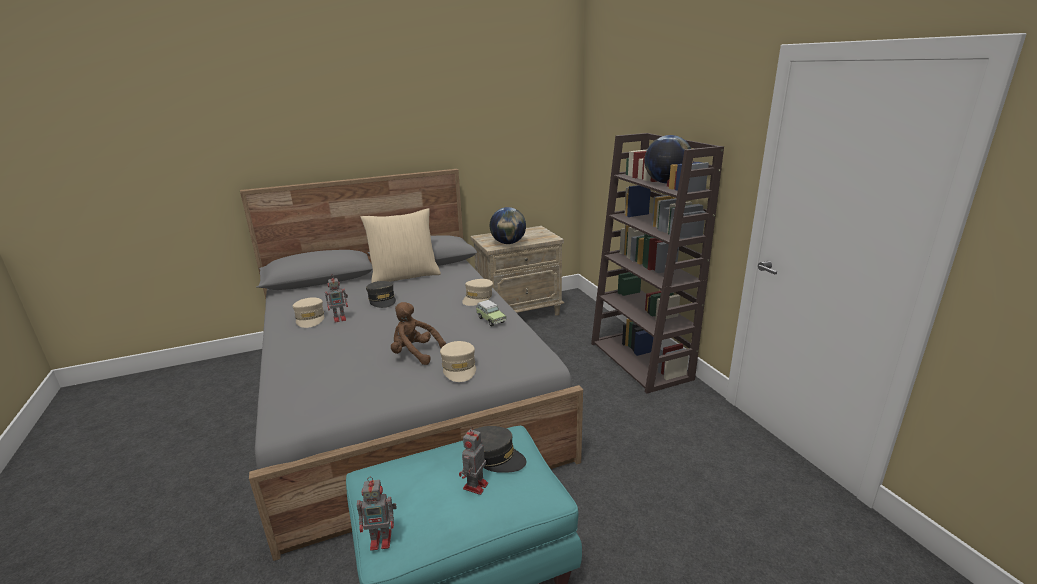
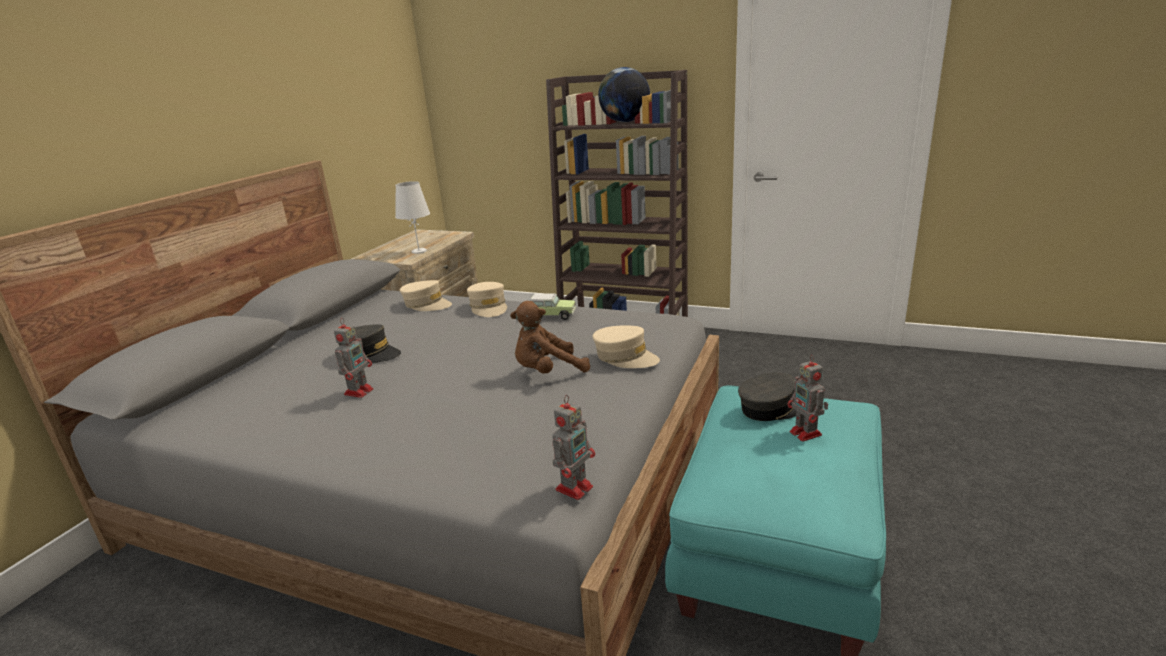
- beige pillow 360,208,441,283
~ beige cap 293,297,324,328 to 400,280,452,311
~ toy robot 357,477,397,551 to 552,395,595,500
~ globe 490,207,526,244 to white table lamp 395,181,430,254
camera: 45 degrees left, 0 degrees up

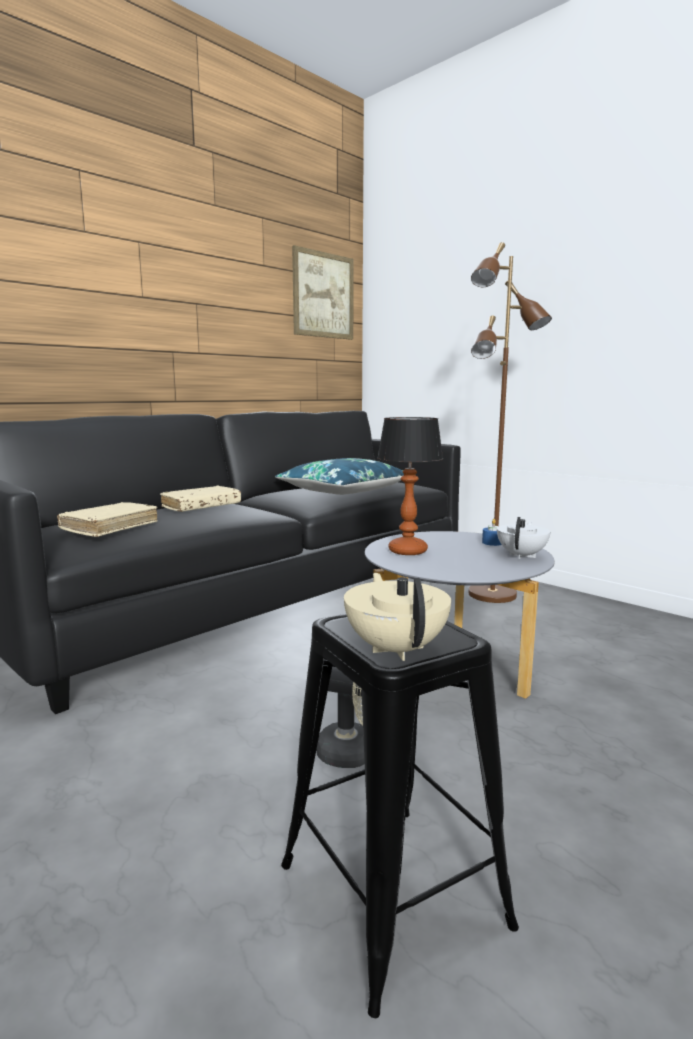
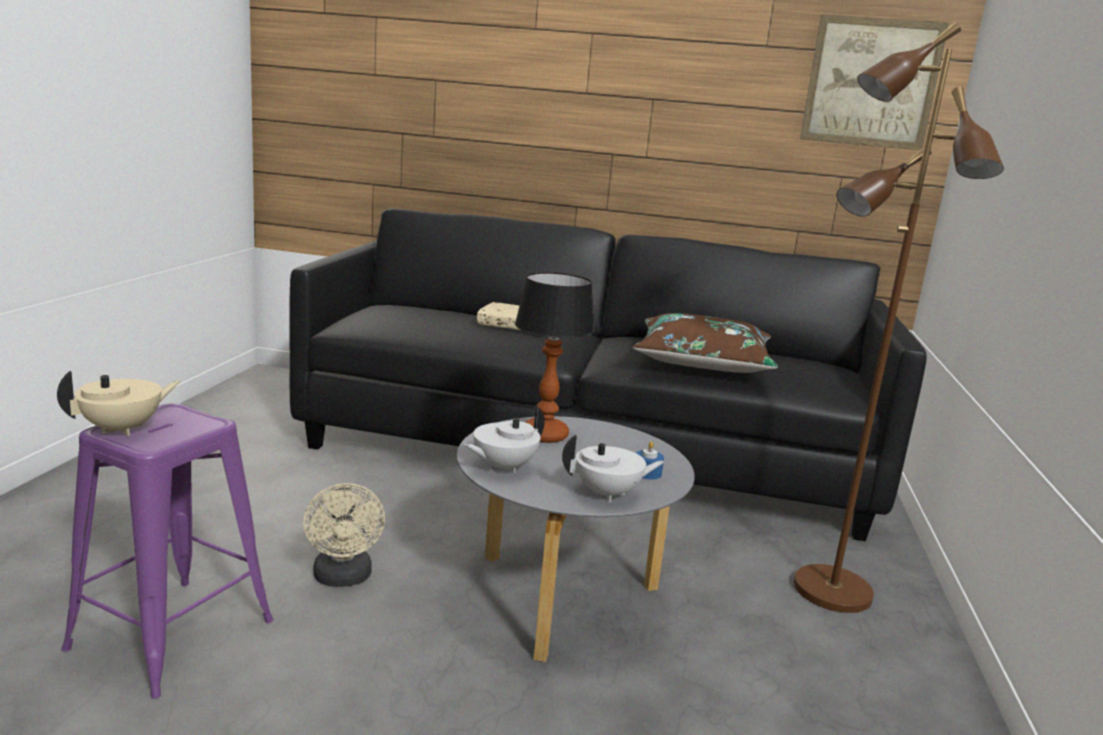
- beige book 57,502,158,537
+ white teapot 463,406,545,473
~ blue pillow 275,458,404,495 to brown pillow 632,313,778,373
~ black stool 281,614,519,1018 to purple stool 61,404,273,699
camera: 55 degrees right, 5 degrees up

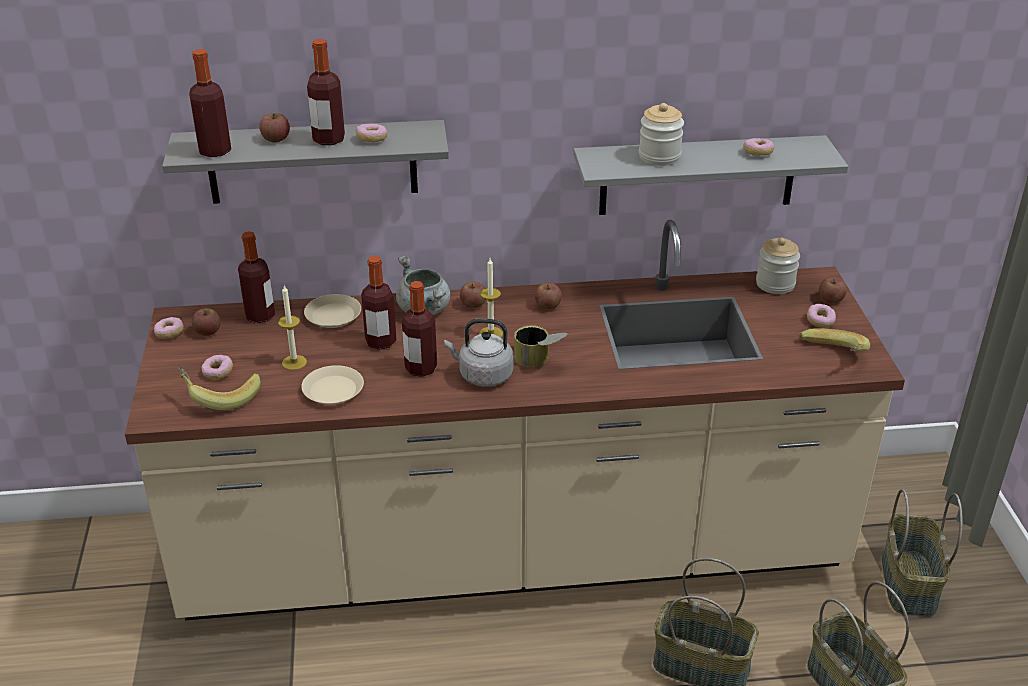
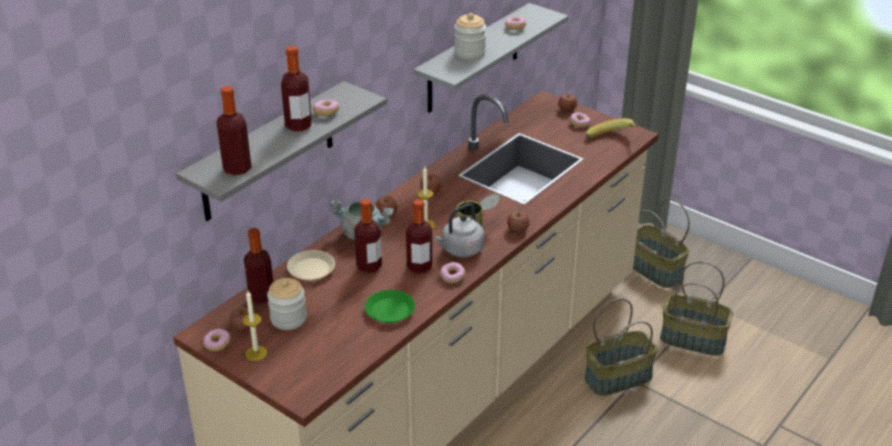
- banana 178,366,261,410
~ donut 201,355,233,380 to 440,262,465,283
~ apple 259,113,290,142 to 507,211,529,233
~ candle 278,286,307,370 to 242,291,267,361
~ jar 756,238,800,294 to 267,278,307,330
~ beige plate 301,365,364,405 to green plate 365,290,415,323
camera: 45 degrees left, 0 degrees up

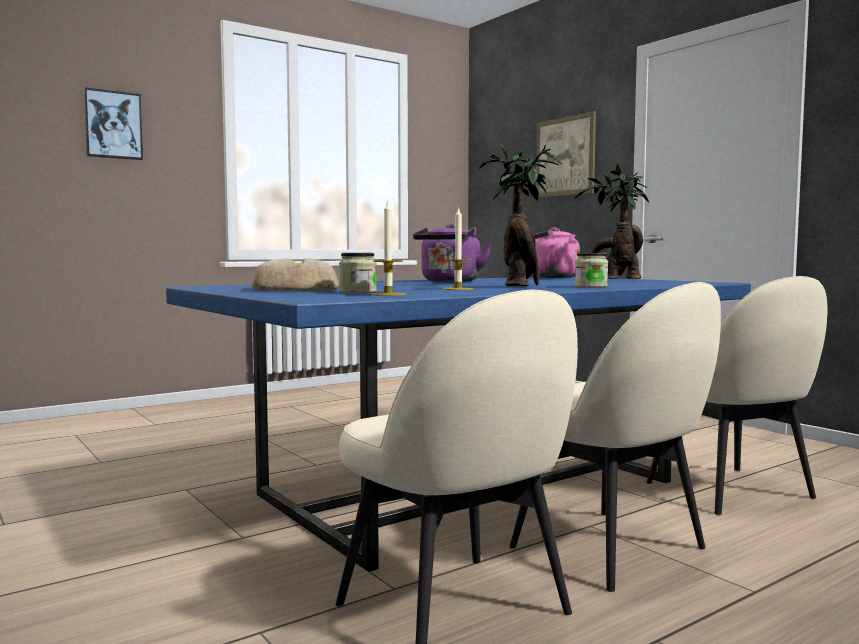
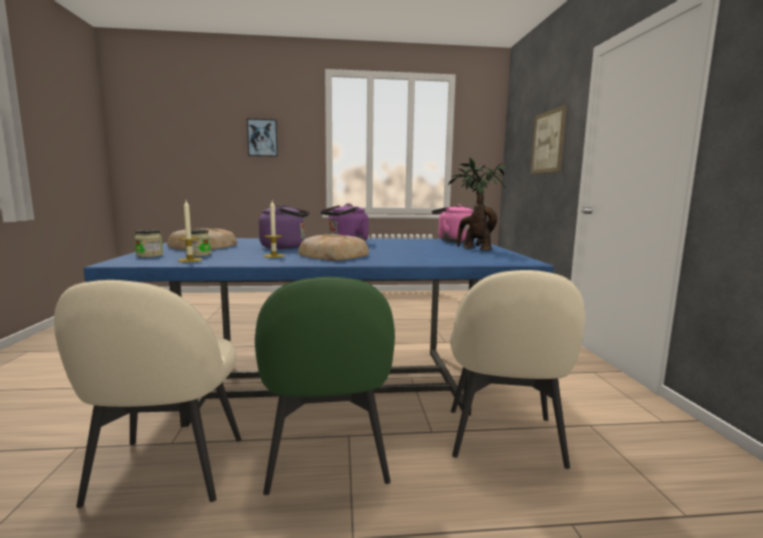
+ purple kettle 259,204,309,249
~ jar 575,253,608,288 to 135,230,163,257
~ potted plant 479,144,562,286 to bread 298,234,369,261
~ beige chair 509,282,721,592 to green chair 255,277,395,495
camera: 30 degrees right, 5 degrees up

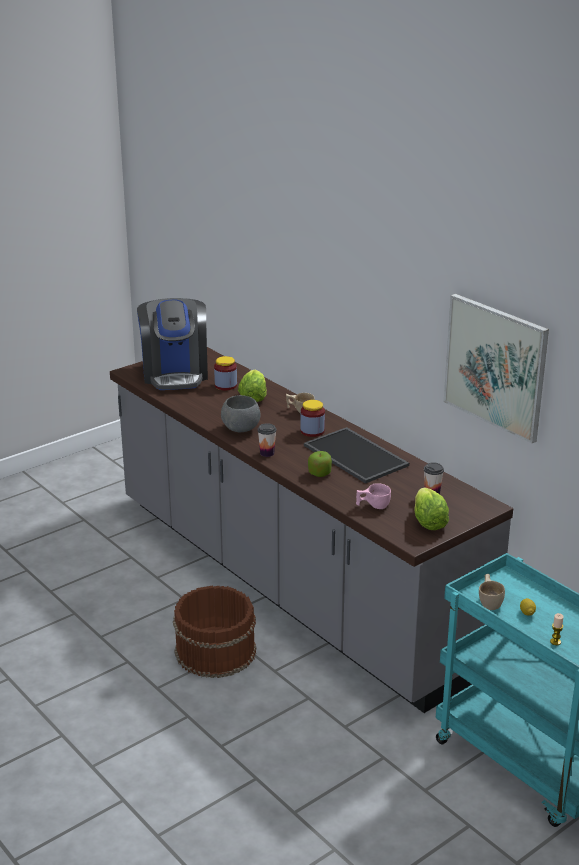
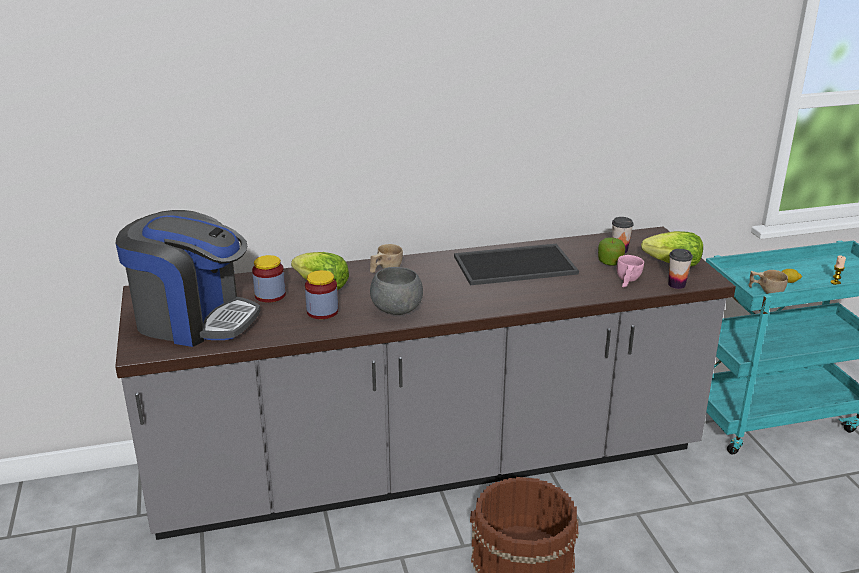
- picture 444,294,549,443
~ cup 258,423,277,457 to 668,249,693,289
~ jar 301,400,325,437 to 305,270,338,319
~ apple 308,451,332,477 to 598,237,625,266
camera: 65 degrees left, 0 degrees up

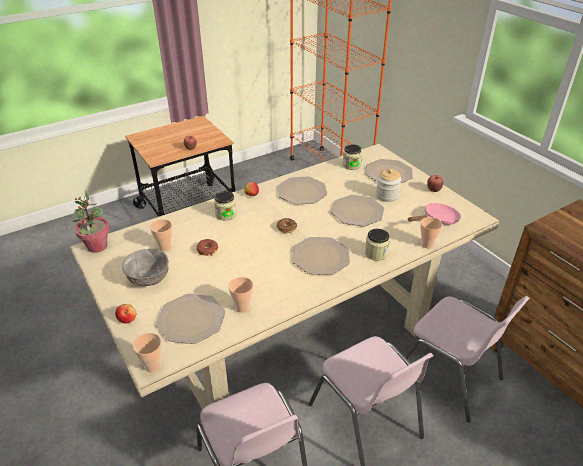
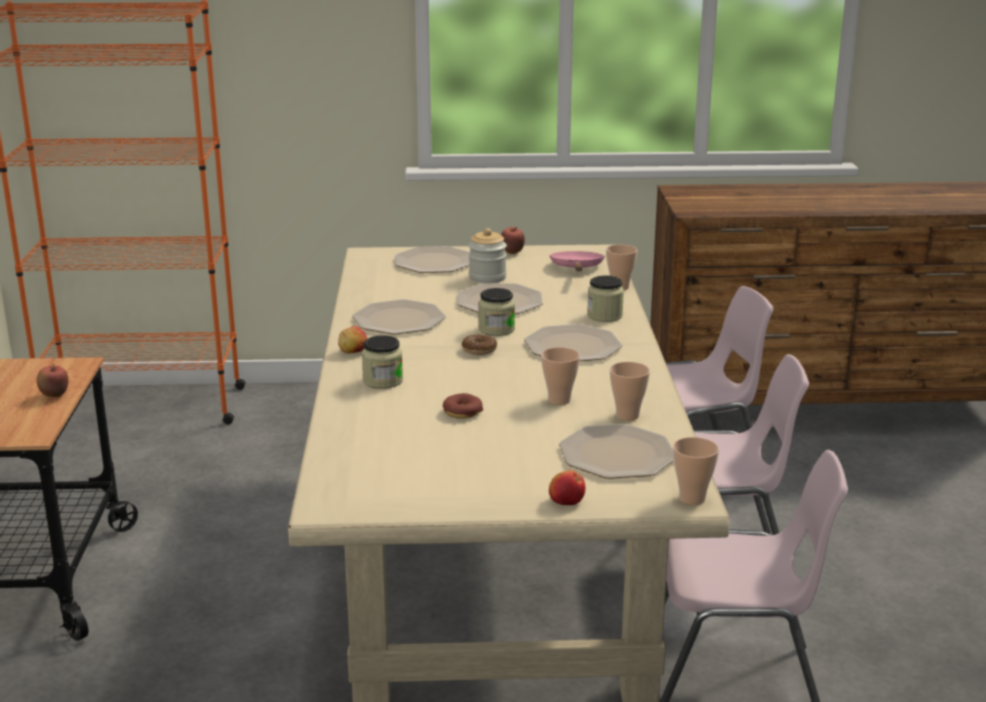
- potted plant 72,191,110,253
- grey bowl 122,249,169,286
~ cup 150,219,172,251 to 541,347,580,405
~ jar 343,144,362,170 to 478,288,515,336
camera: 60 degrees left, 15 degrees down

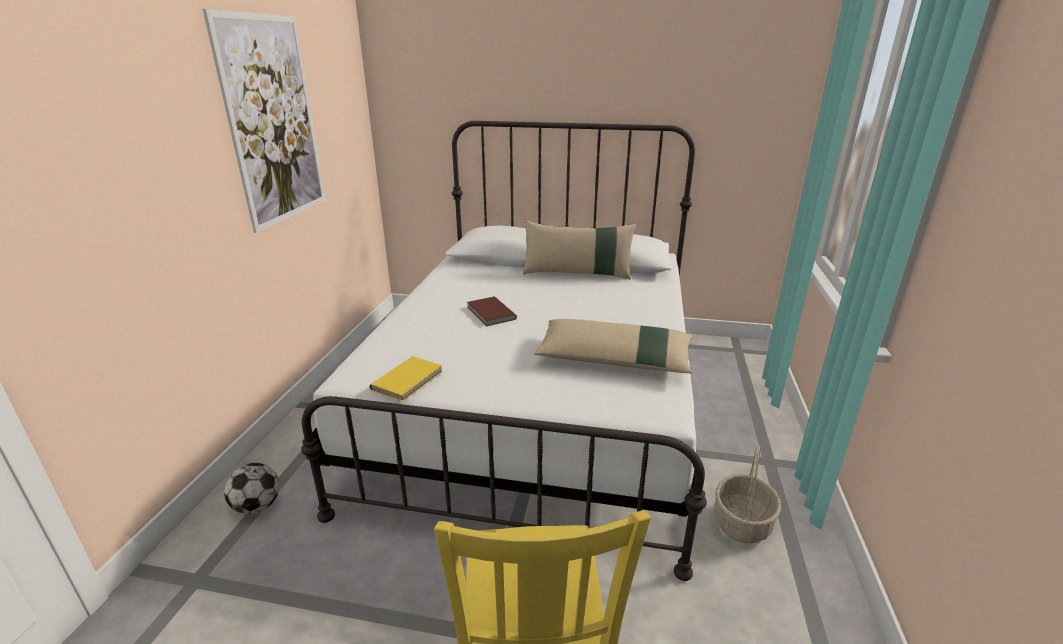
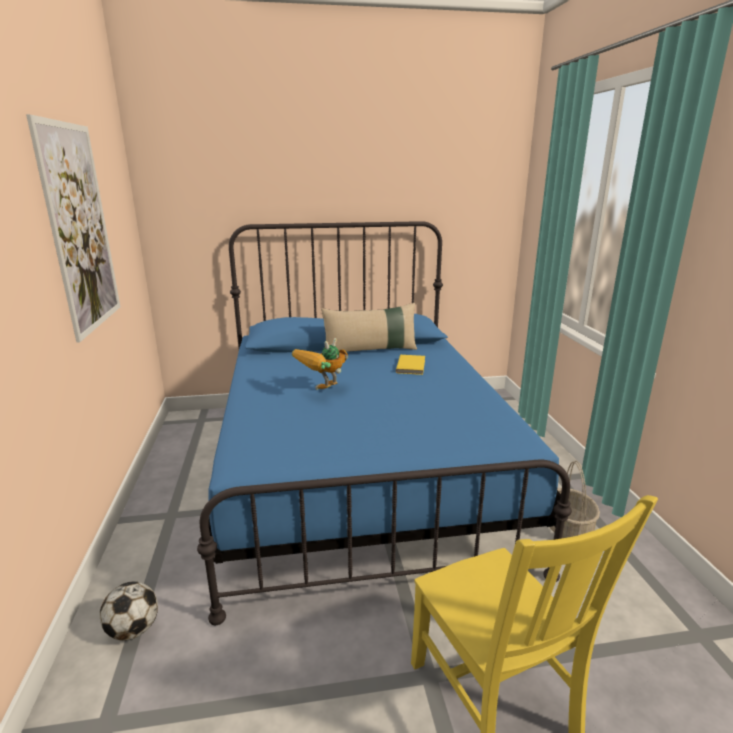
- beige pillow 534,319,693,373
~ yellow book 370,356,443,402 to 396,355,425,375
~ brown book 467,296,517,326 to toy robot 292,338,348,390
~ white bed 301,121,707,581 to blue bed 197,221,572,625
camera: 20 degrees left, 5 degrees down

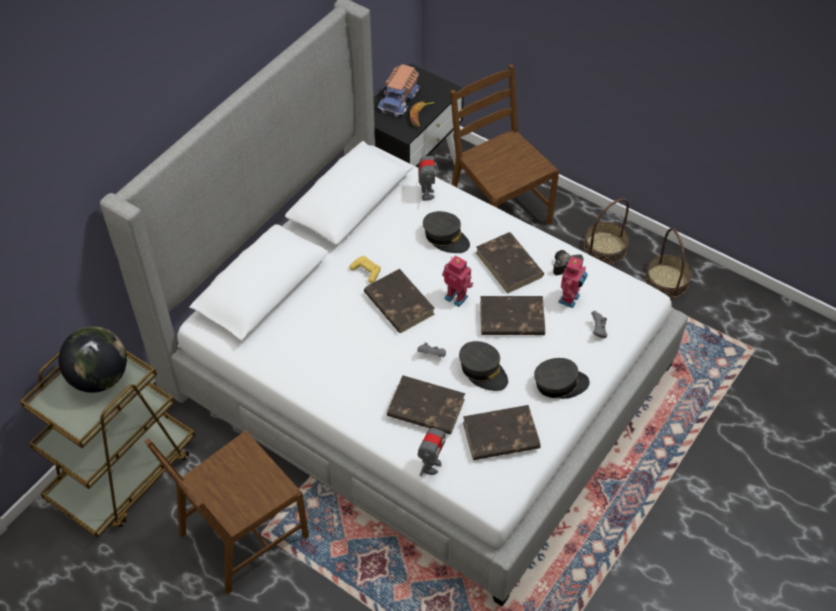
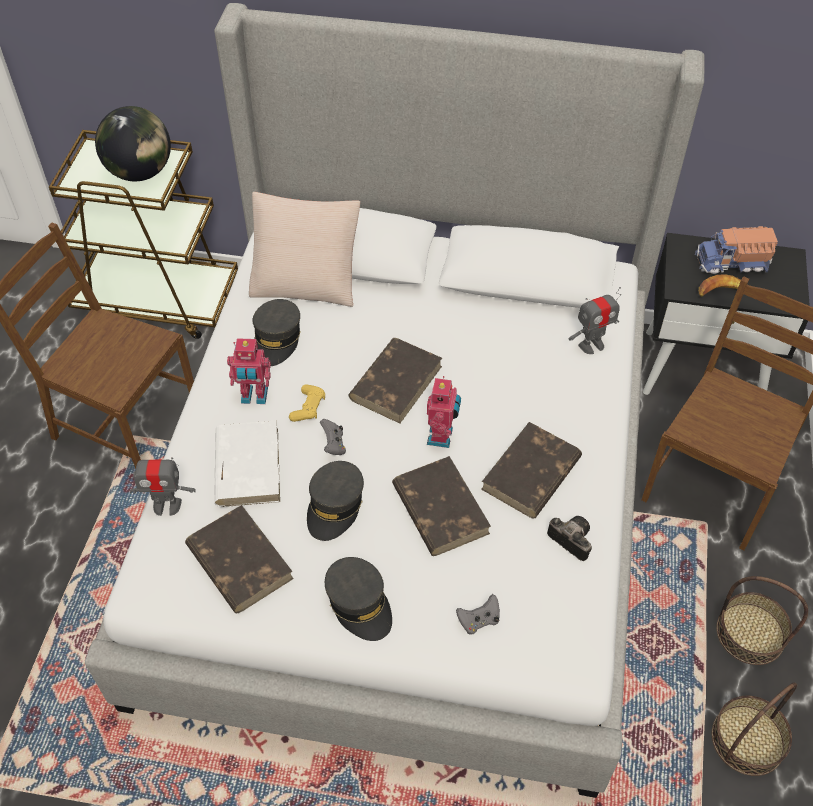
+ beige pillow 249,192,360,307
~ yellow game controller 350,256,381,283 to 289,384,325,422
~ grey cap 423,211,470,253 to 253,299,301,366
~ toy robot 558,256,587,308 to 227,338,271,404
~ brown book 387,375,465,435 to white book 214,420,280,507
camera: 65 degrees right, 0 degrees up

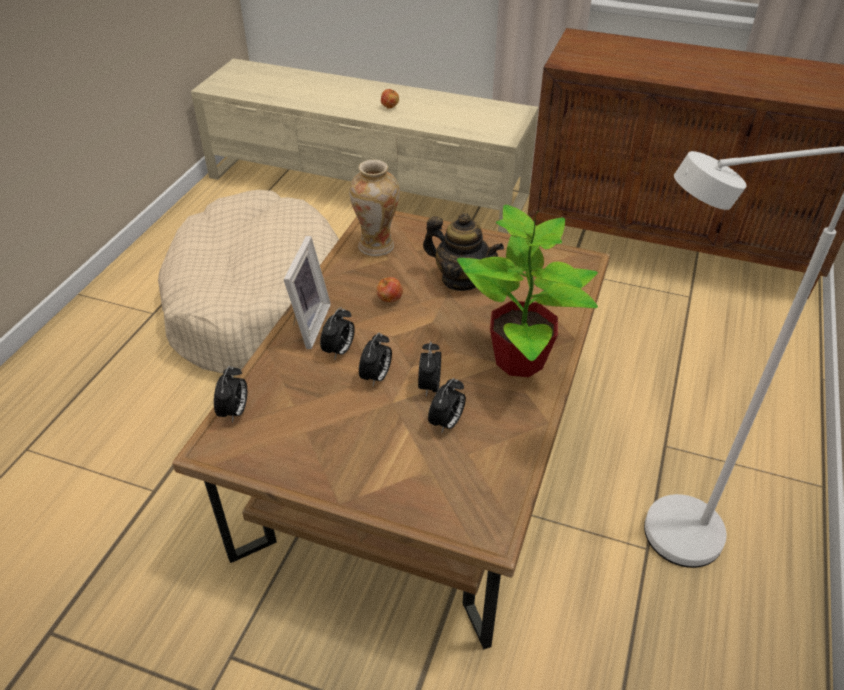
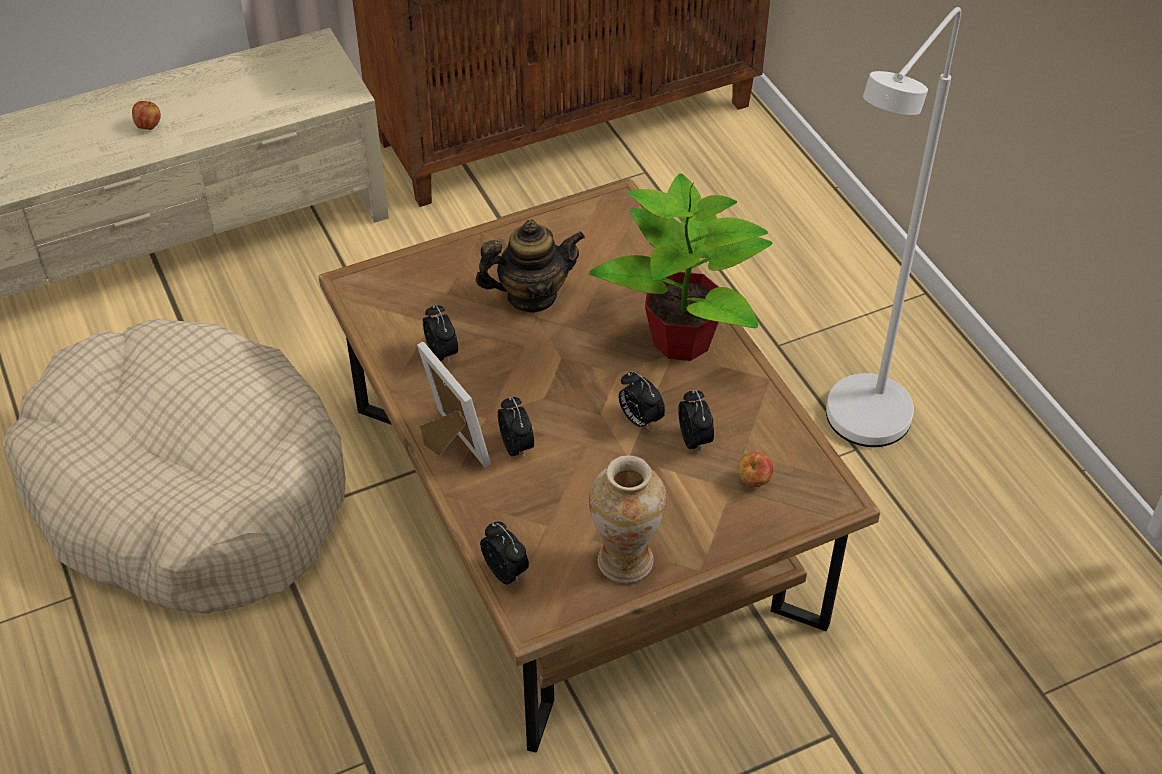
~ vase 349,160,400,256 to 589,456,667,583
~ alarm clock 359,333,392,386 to 423,304,458,364
~ apple 376,277,403,302 to 738,452,773,487
camera: 45 degrees left, 5 degrees up

